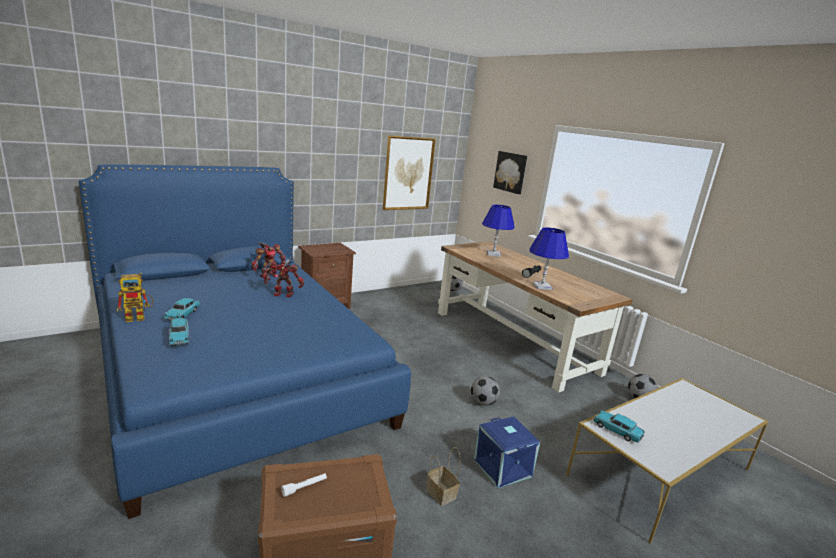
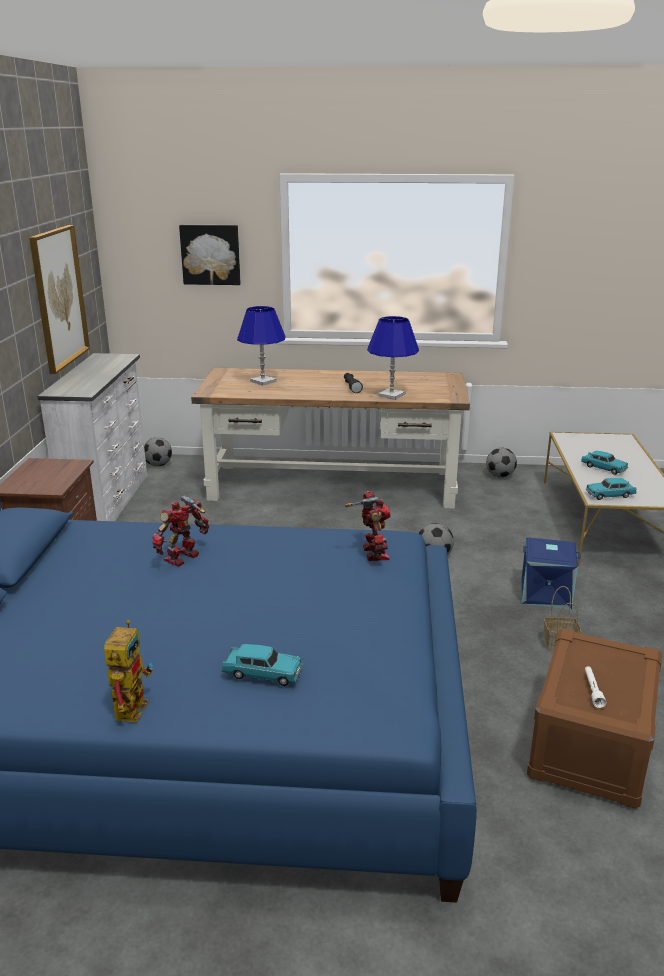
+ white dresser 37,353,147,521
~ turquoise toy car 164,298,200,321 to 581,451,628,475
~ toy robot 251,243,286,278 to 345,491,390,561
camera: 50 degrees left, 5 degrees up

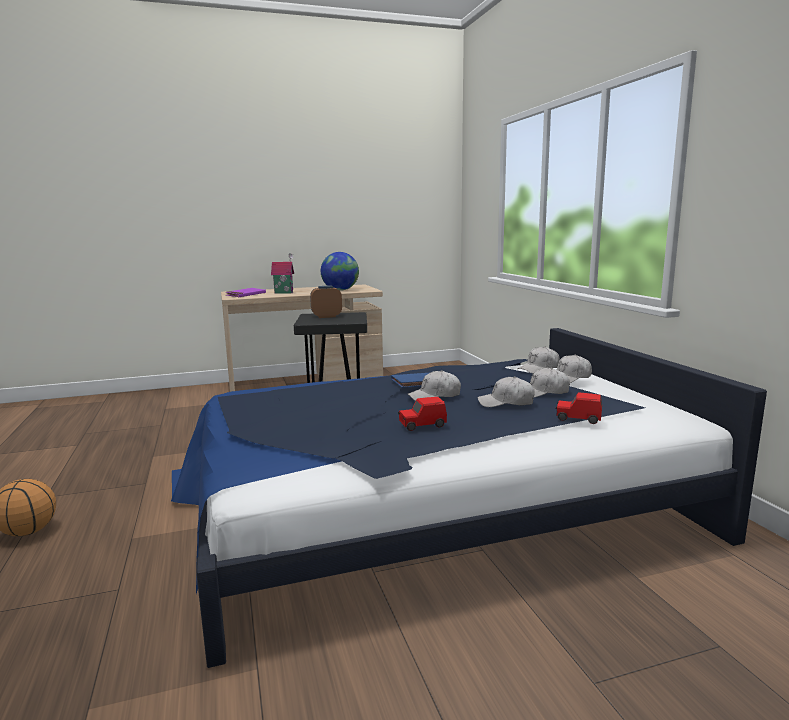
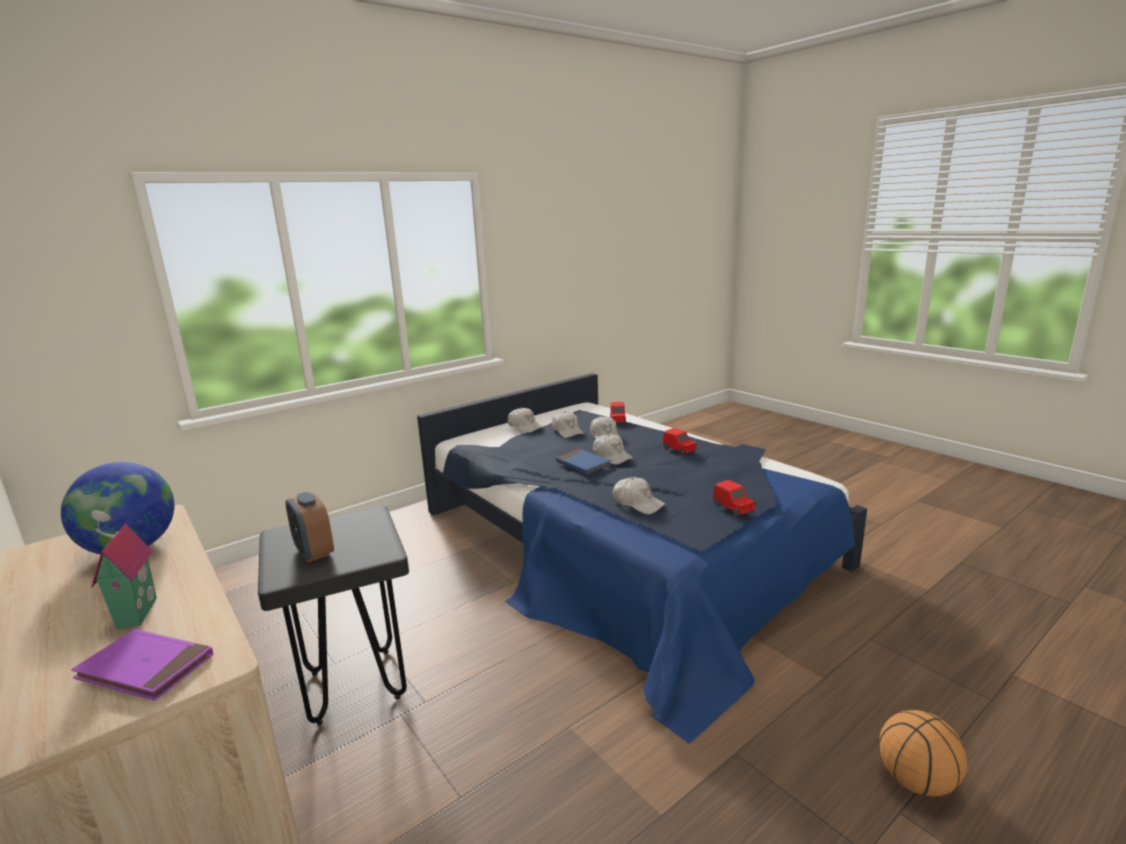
+ red toy car 713,480,756,517
~ white cap 517,346,560,374 to 613,477,665,514
camera: 110 degrees left, 5 degrees up

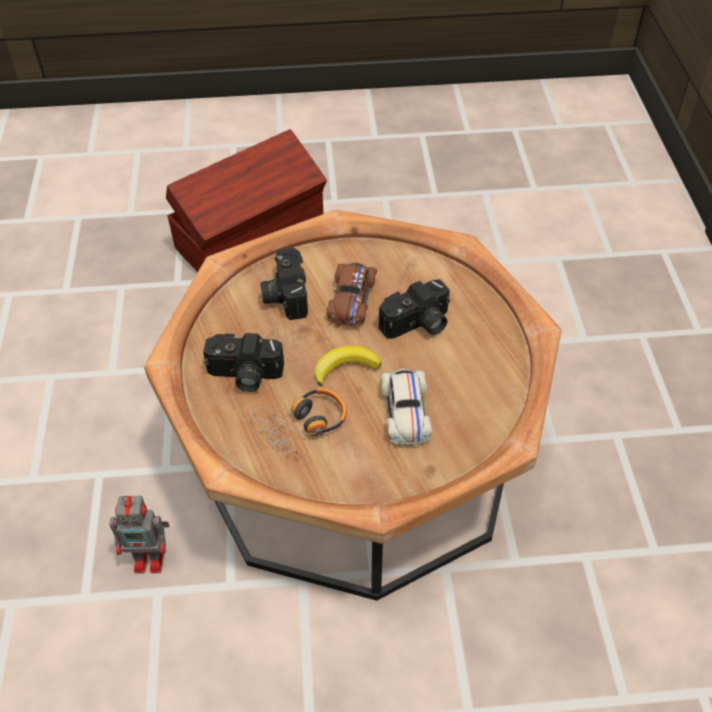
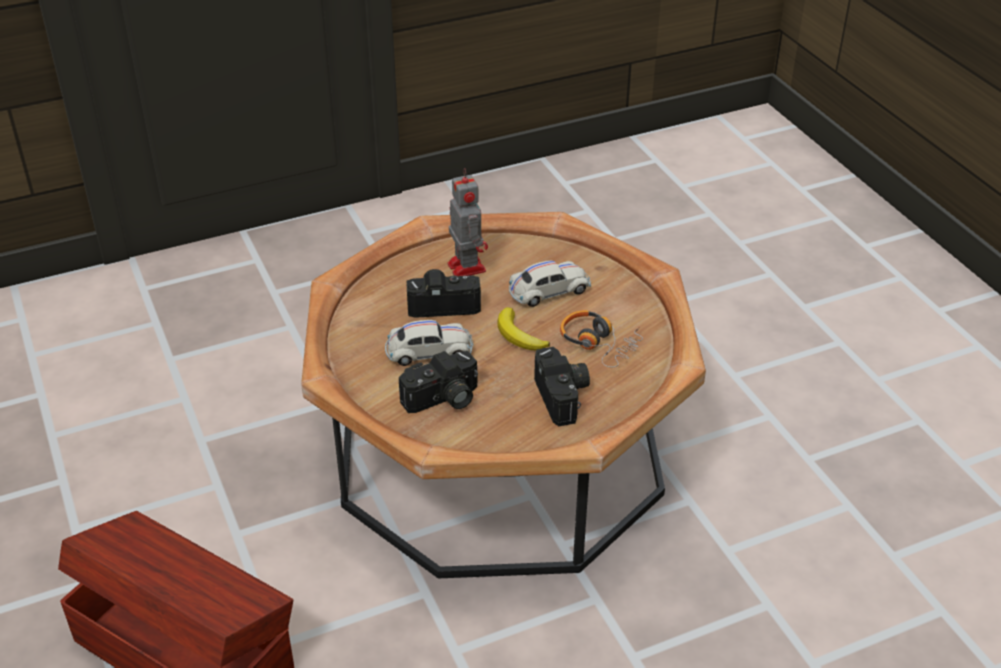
~ toy robot 109,496,170,573 to 448,168,488,276
~ brown toy car 327,263,377,326 to white toy car 385,320,474,366
~ photo camera 379,279,450,339 = 407,269,481,318 45 degrees counterclockwise
camera: 110 degrees left, 10 degrees down

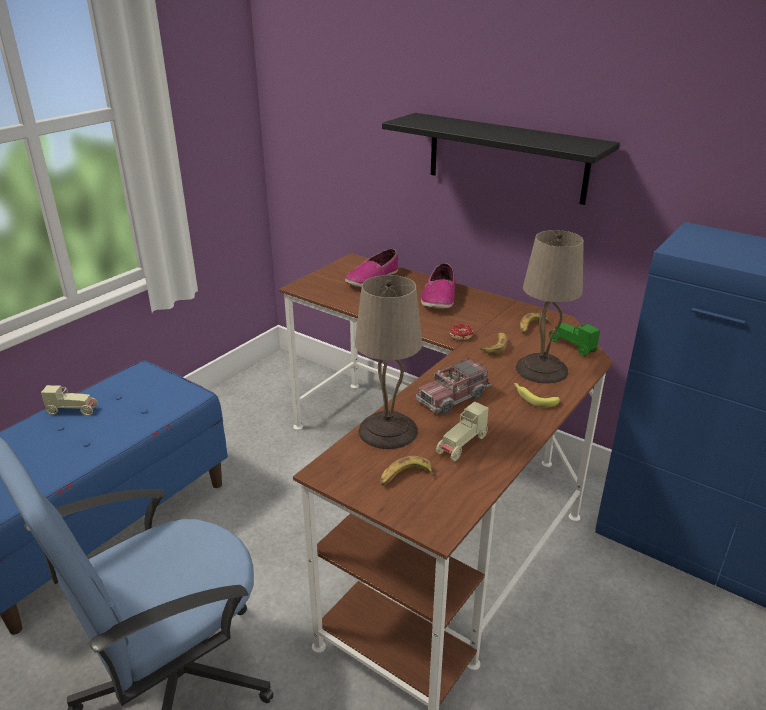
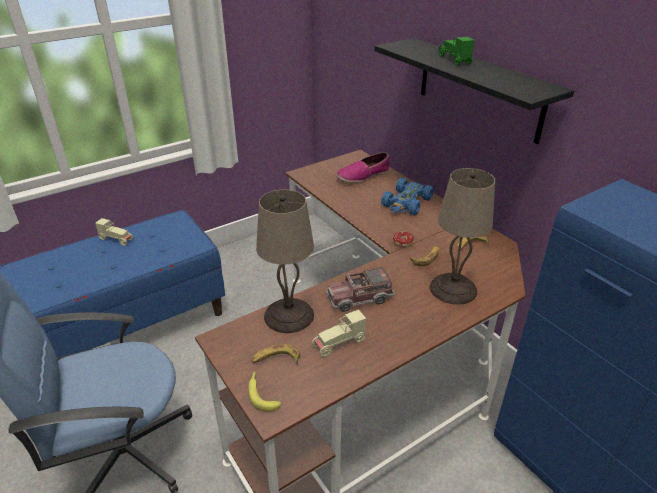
~ banana 514,383,560,408 to 248,371,281,412
~ green toy car 549,323,600,357 to 439,37,474,66
~ shoe 421,263,455,309 to blue toy car 381,178,434,215
camera: 20 degrees right, 5 degrees up

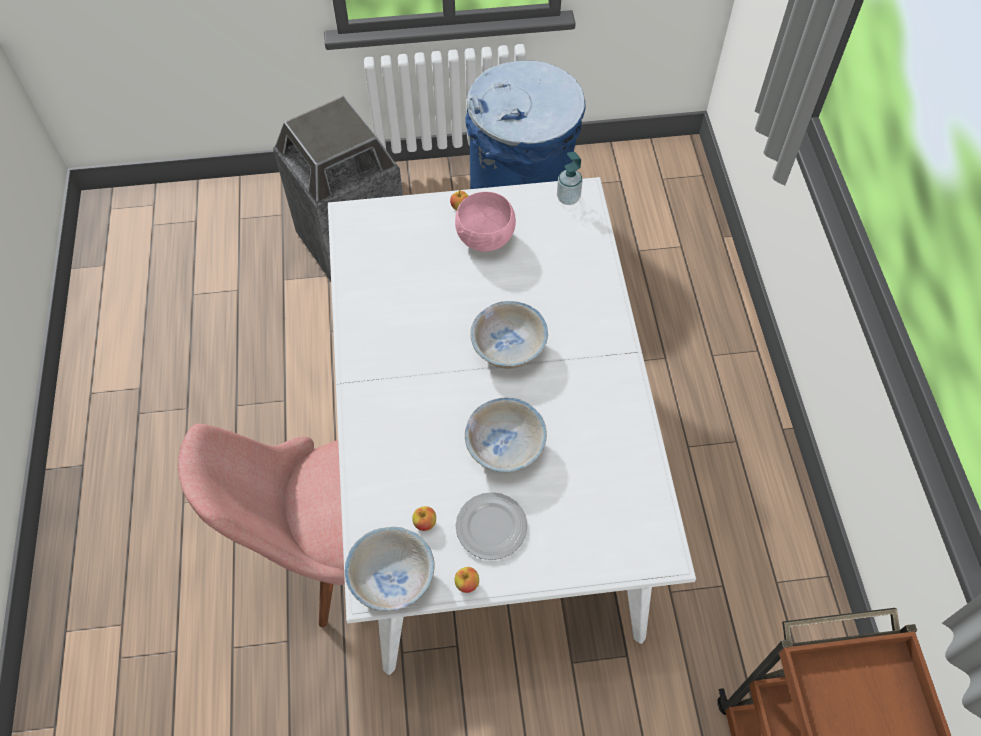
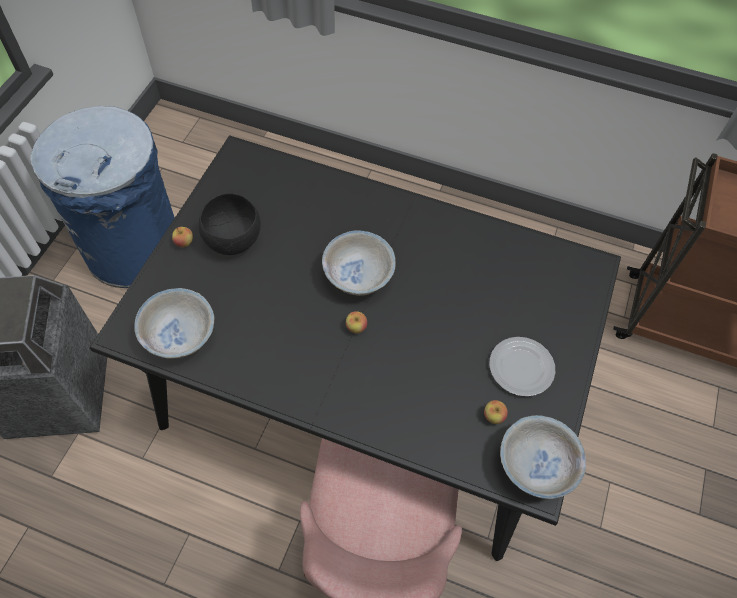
- soap dispenser 557,152,583,205
~ apple 455,567,479,593 to 346,311,367,333
~ white bowl 465,398,547,472 to 134,288,214,358
~ white dining table 328,177,696,675 to black dining table 89,135,621,561
~ pink bowl 455,192,516,252 to black bowl 199,194,261,255
camera: 65 degrees left, 0 degrees up

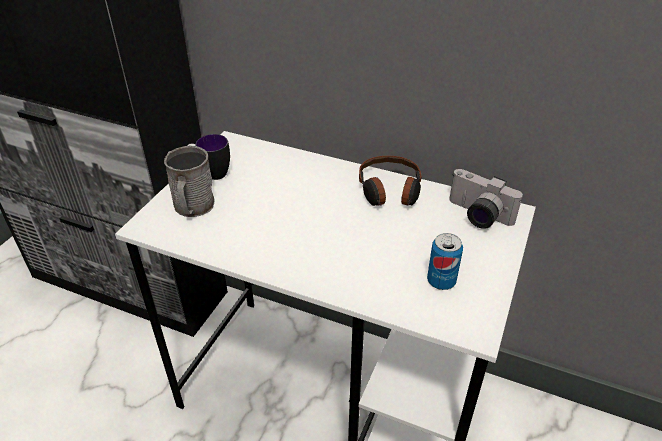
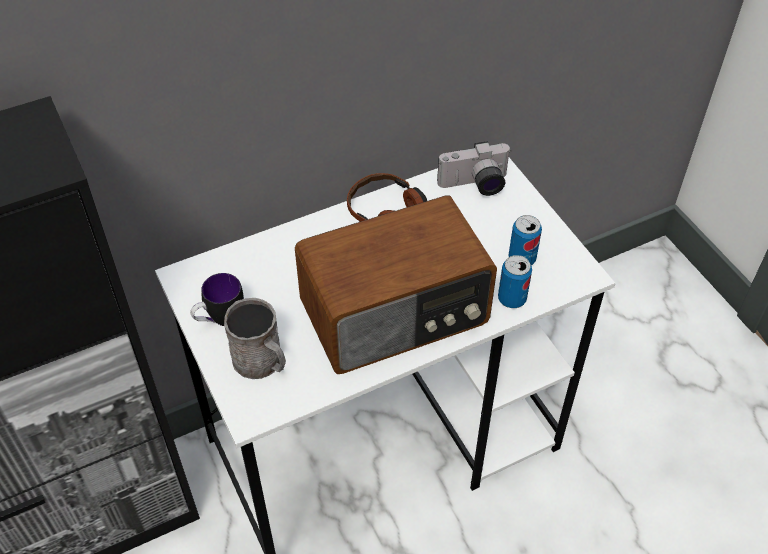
+ radio 295,196,497,374
+ can 498,255,532,308
camera: 50 degrees left, 10 degrees up

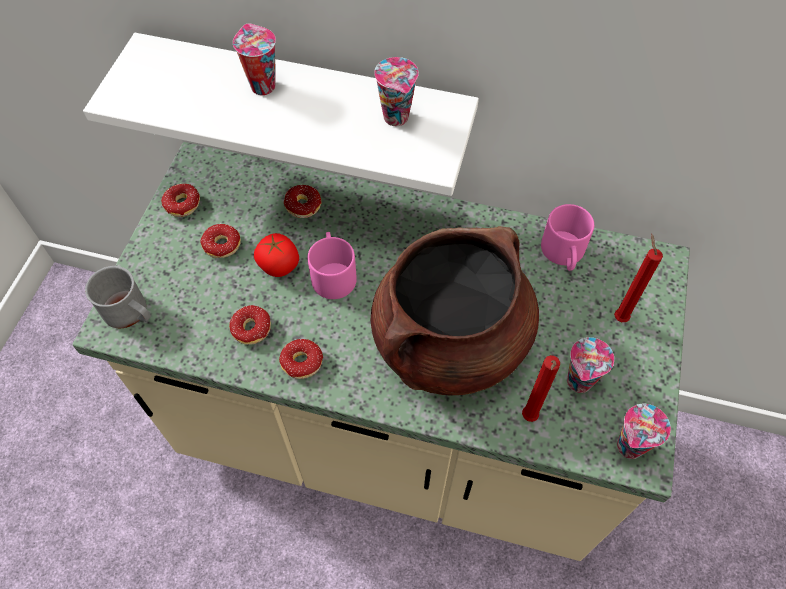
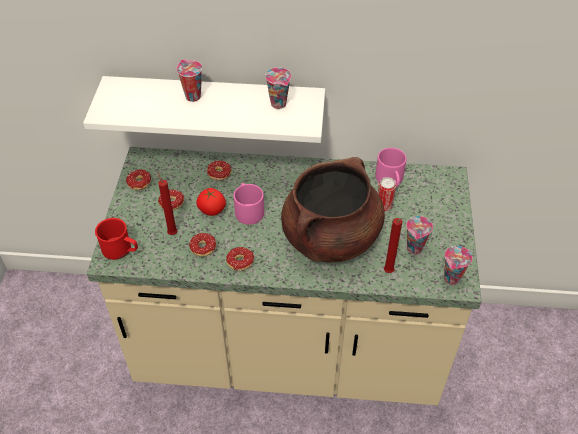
+ can 378,177,396,211
~ red candle 614,234,663,322 to 157,171,177,235
~ grey mug 85,266,151,328 to red mug 95,218,138,260
camera: 10 degrees left, 10 degrees down

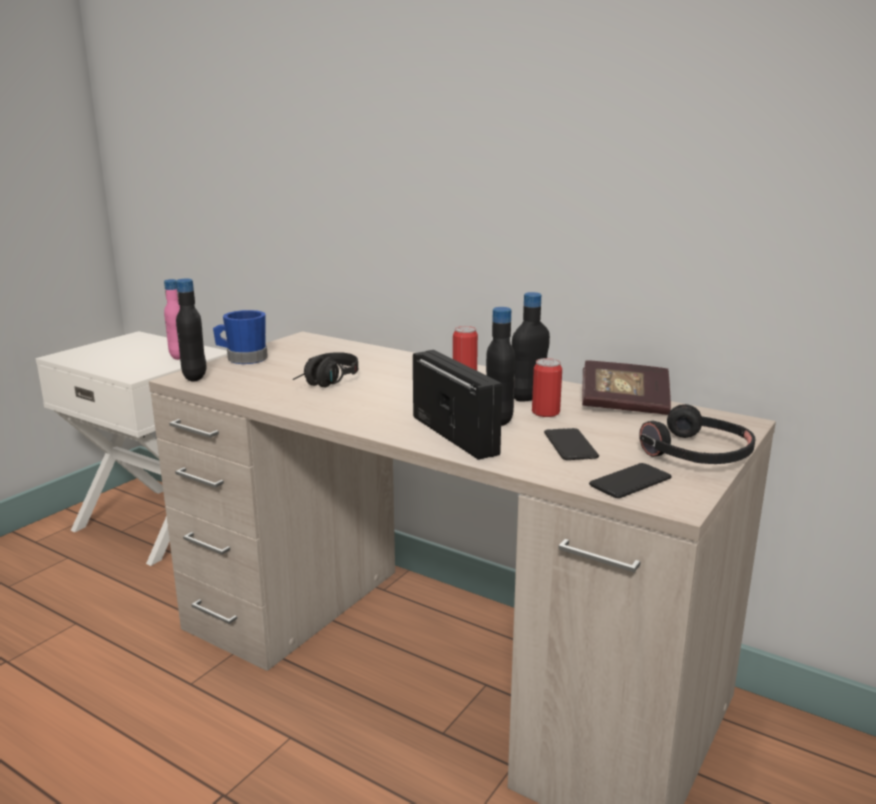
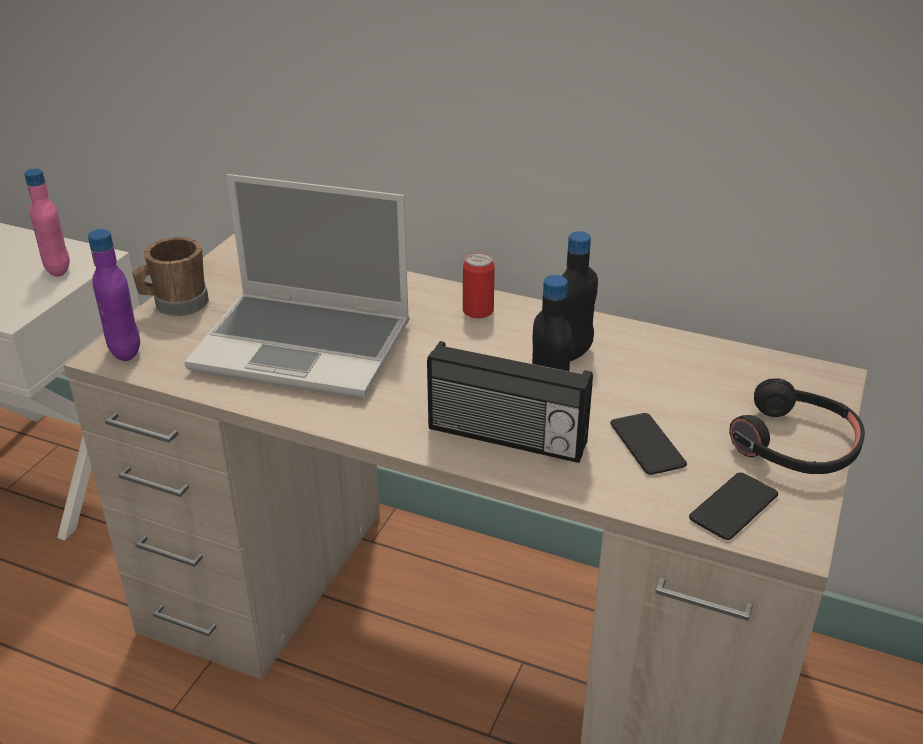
- can 532,358,562,417
- book 582,360,671,415
~ black headphones 293,352,358,388 to laptop 184,174,409,398
~ black bottle 176,278,207,382 to purple bottle 88,229,140,361
~ blue mug 213,310,268,364 to brown mug 132,237,209,316
~ radio 413,350,502,460 = 427,341,593,463 150 degrees clockwise
camera: 10 degrees left, 15 degrees up

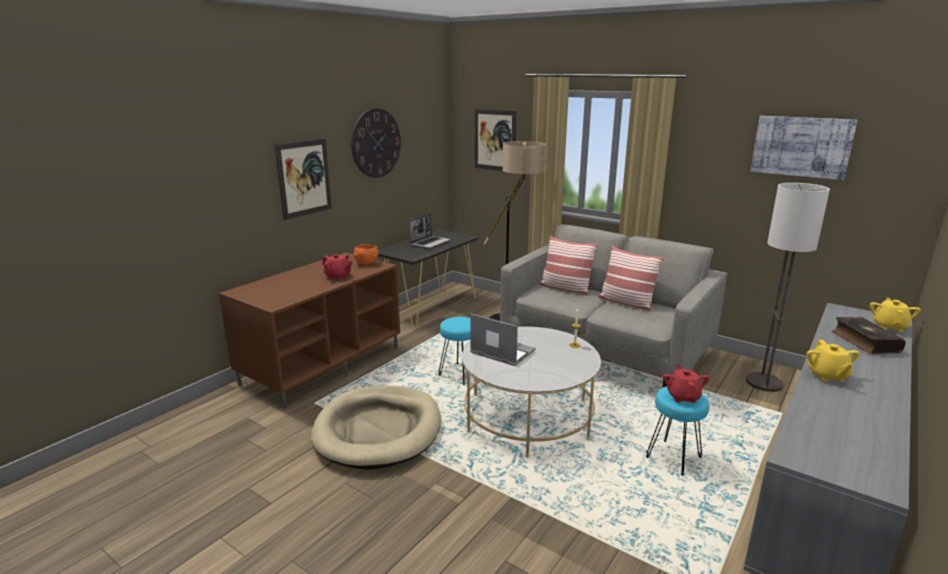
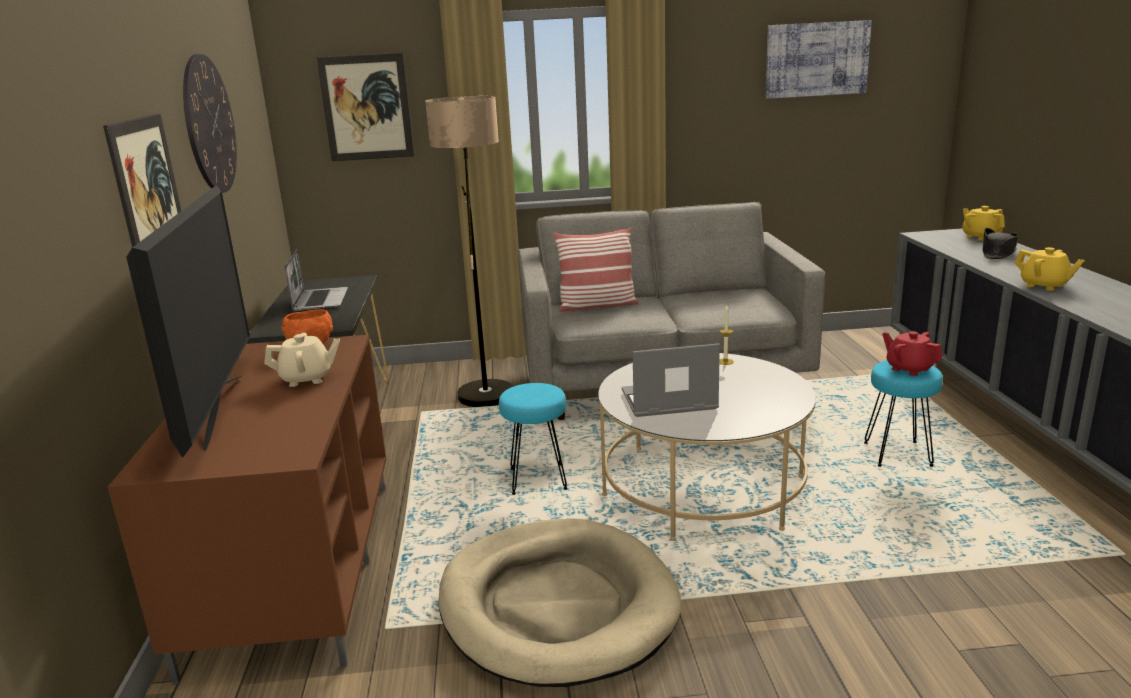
- pillow 598,246,664,311
- floor lamp 746,183,830,392
+ television 126,185,250,458
~ book 832,317,906,354 to black hat 983,228,1018,259
~ red teapot 322,254,352,280 to beige teapot 264,333,340,387
camera: 40 degrees left, 0 degrees up

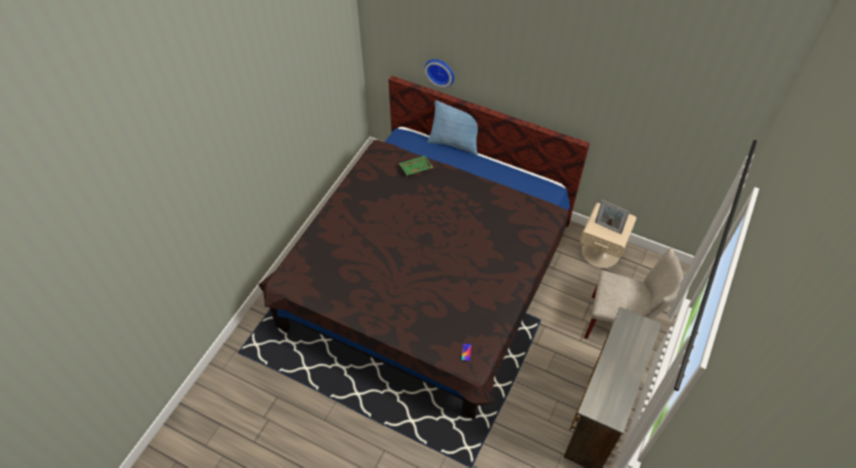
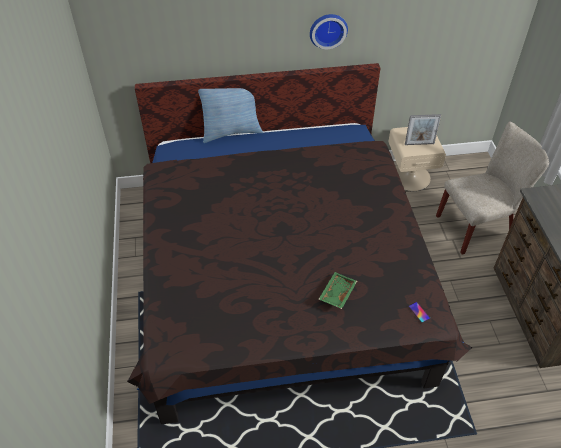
~ green tray 399,156,433,175 to 319,272,357,309
~ wall clock 425,59,454,87 to 310,14,348,49
camera: 35 degrees left, 5 degrees down

